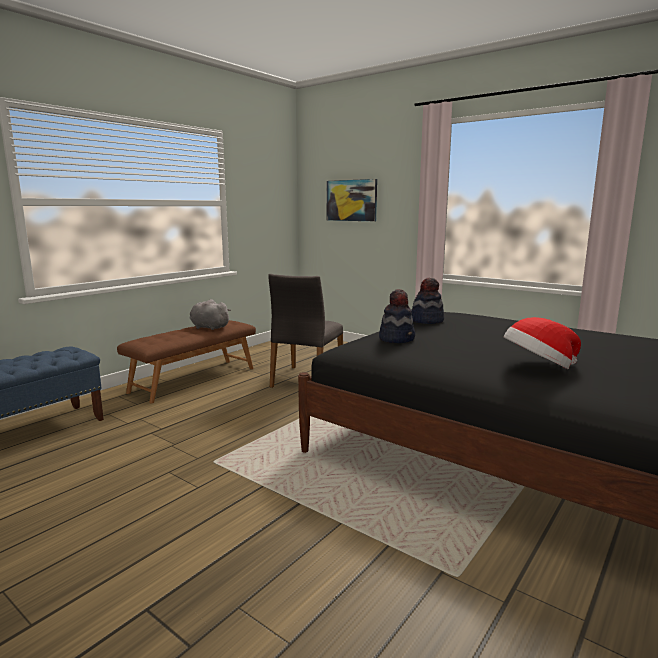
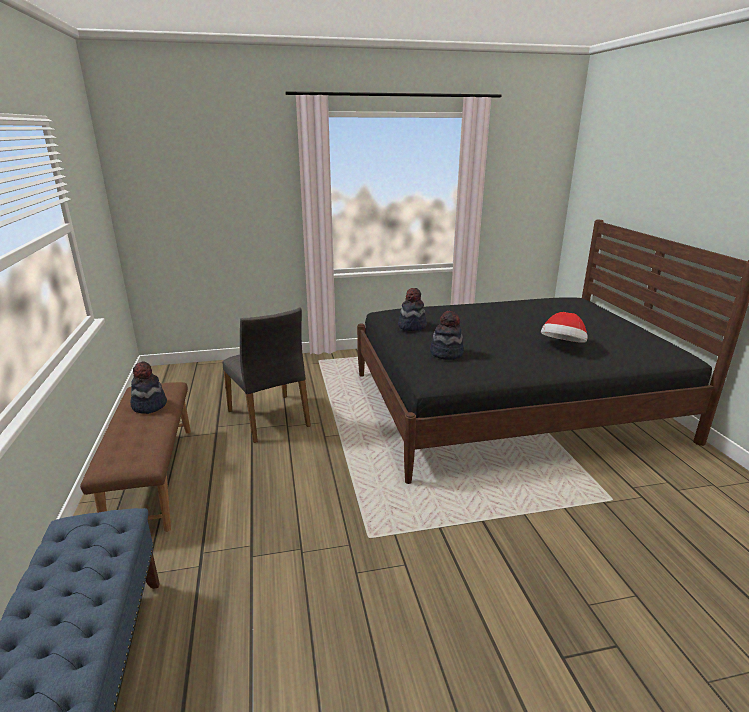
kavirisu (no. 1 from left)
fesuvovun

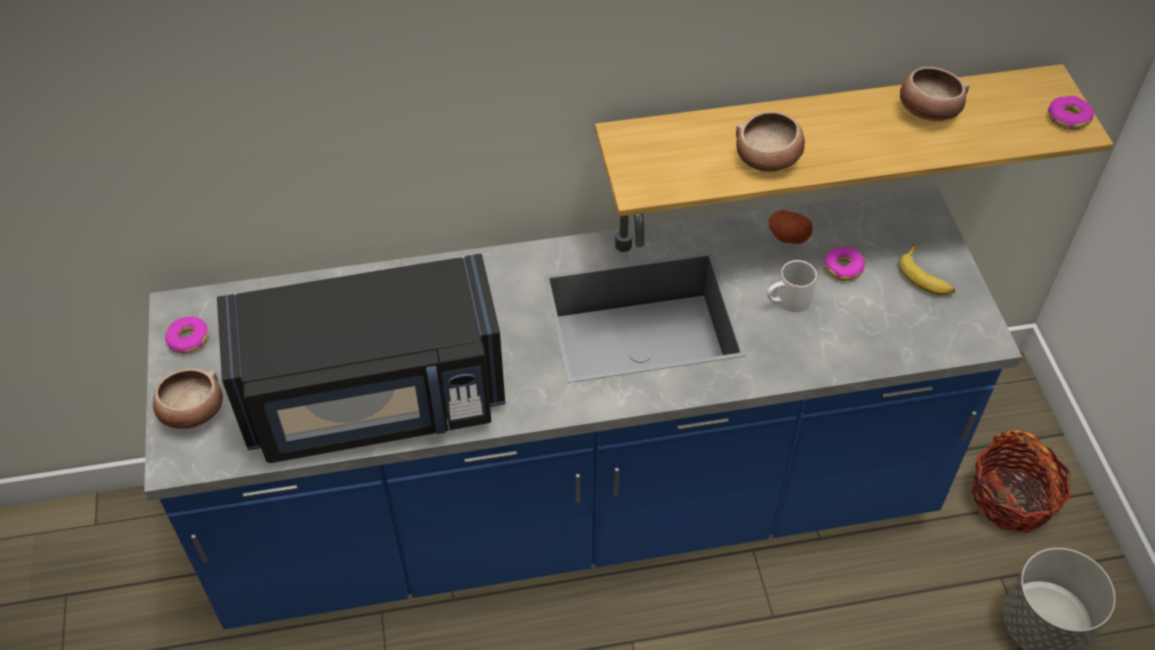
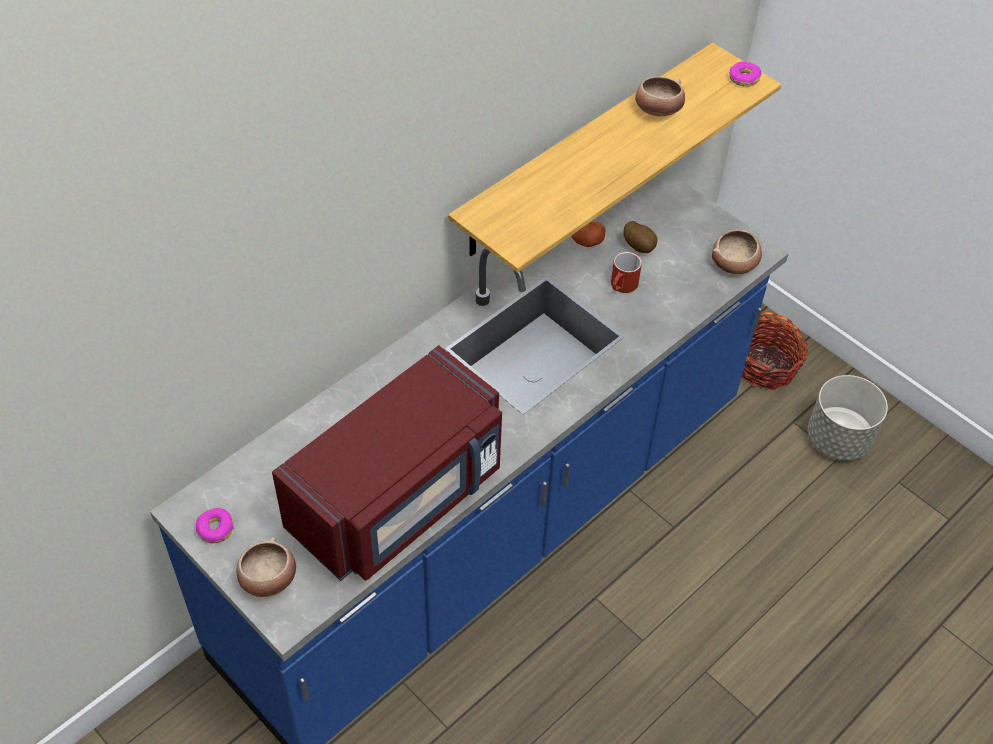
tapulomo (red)
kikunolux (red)
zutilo (no. 2 from left)
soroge (no. 3 from left)
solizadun

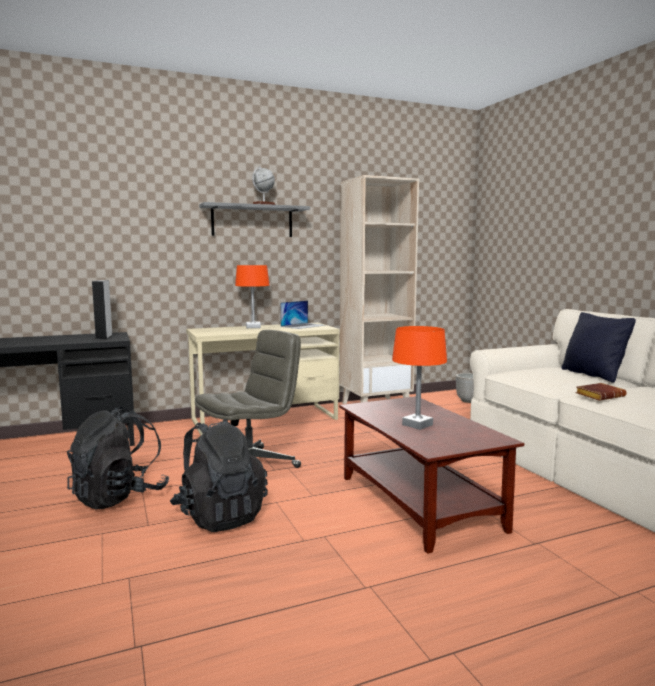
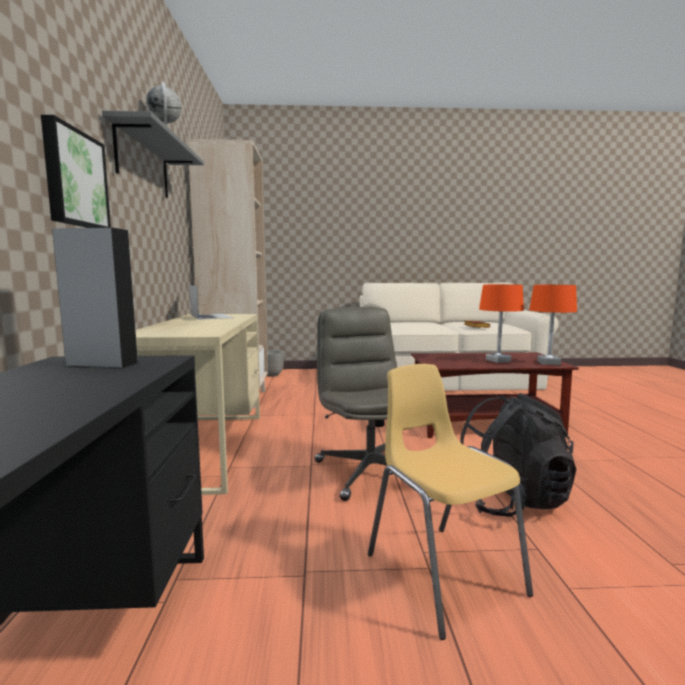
fesuvovun
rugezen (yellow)
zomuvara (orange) (no. 2 from left)
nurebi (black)

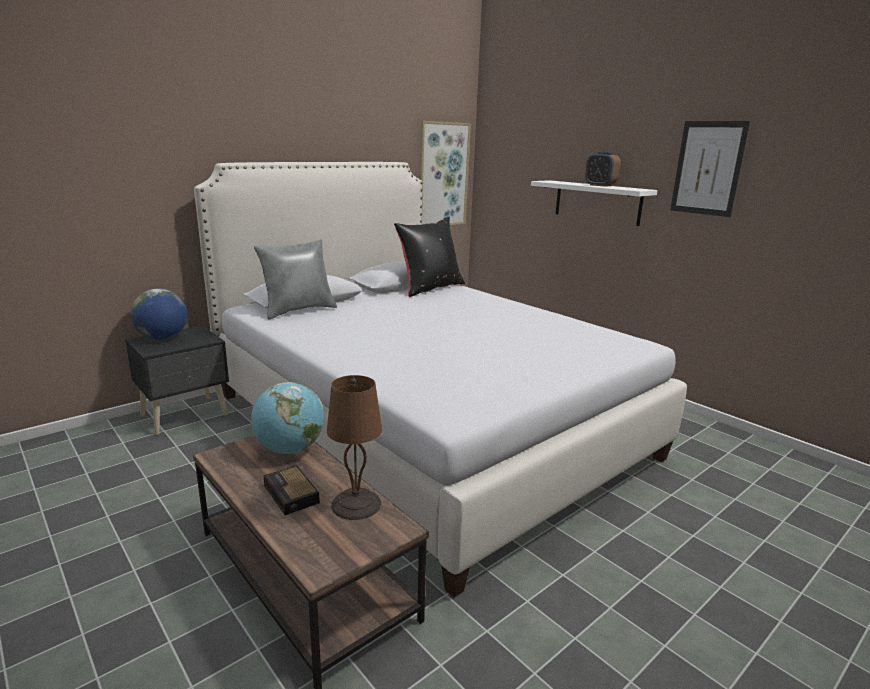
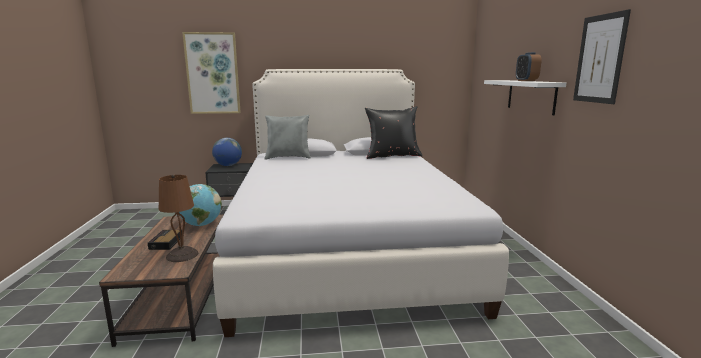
fesuvovun (no. 1 from left)

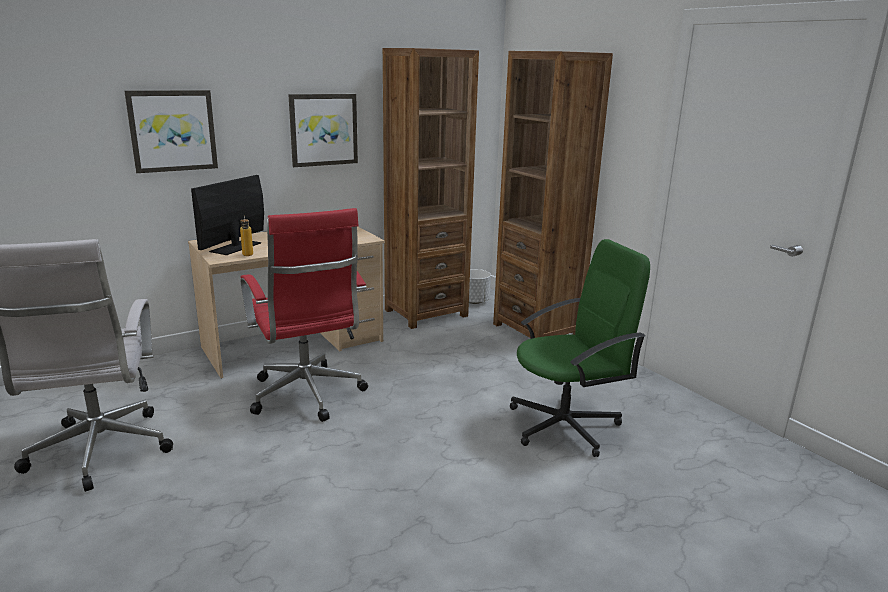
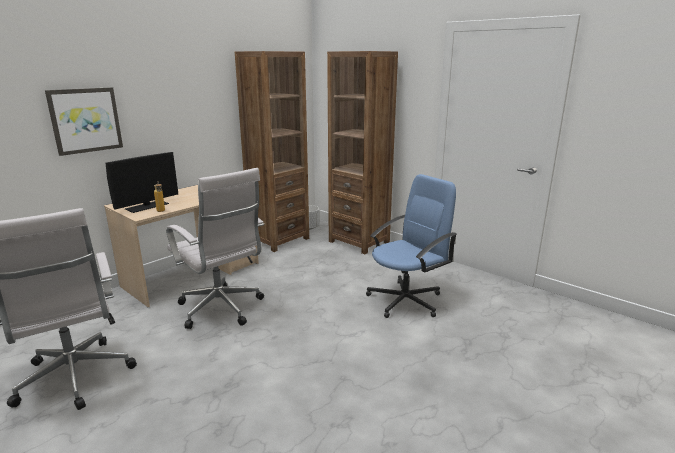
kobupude
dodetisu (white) (no. 2 from left)
dodetisu (blue)
fesuvovun (no. 2 from left in the first image)

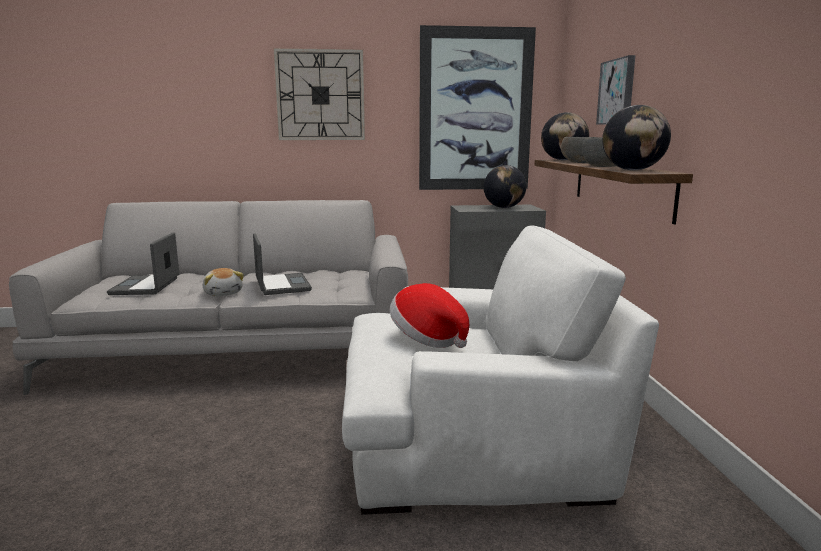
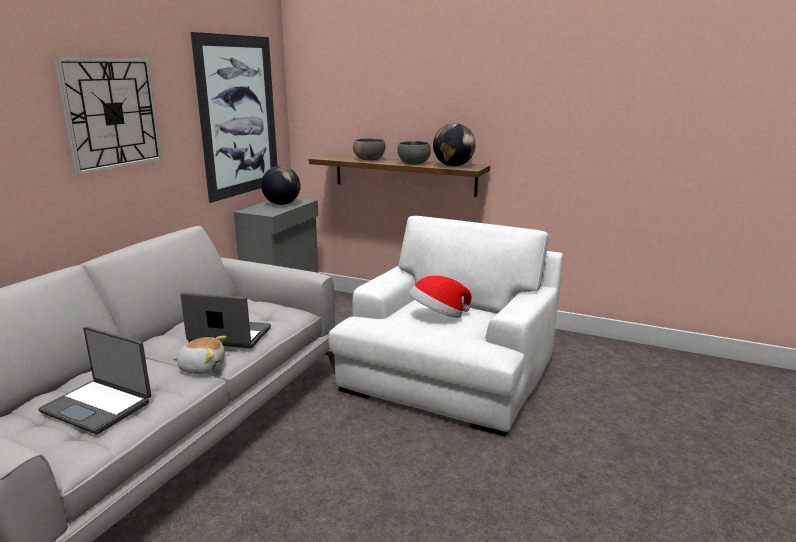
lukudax (no. 2 from left in the first image)
fesuvovun (no. 2 from left in the first image)

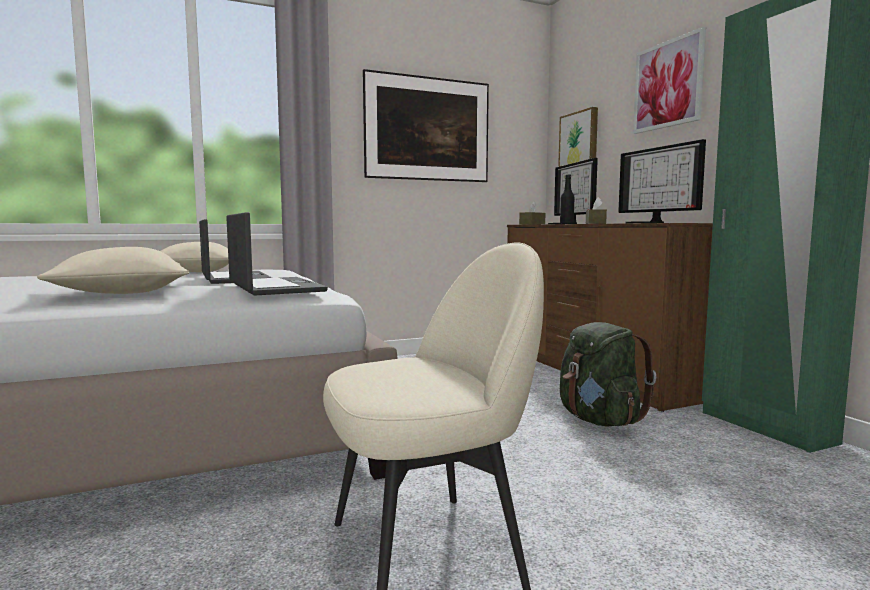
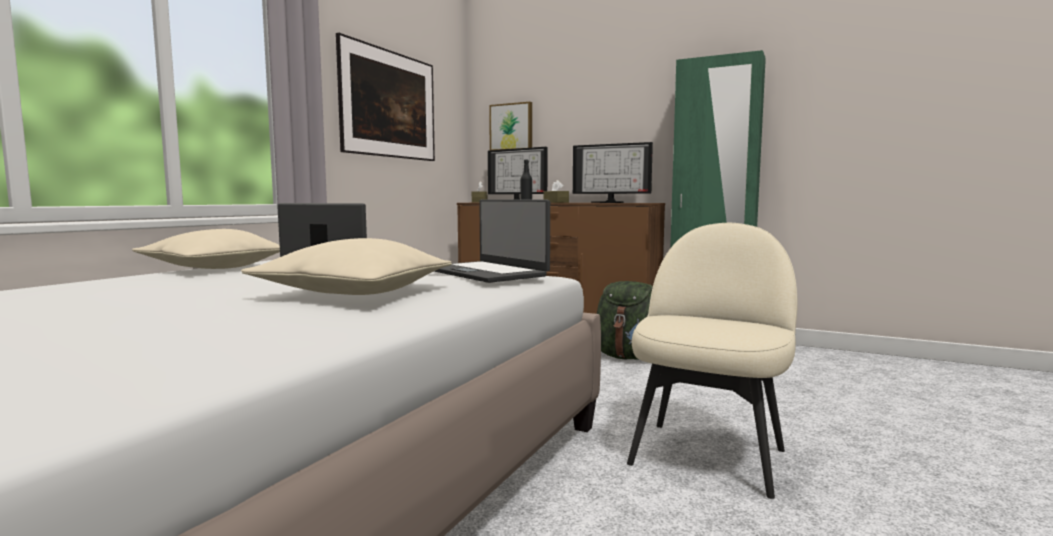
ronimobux (no. 2 from left)
fesuvovun (no. 3 from left in the first image)

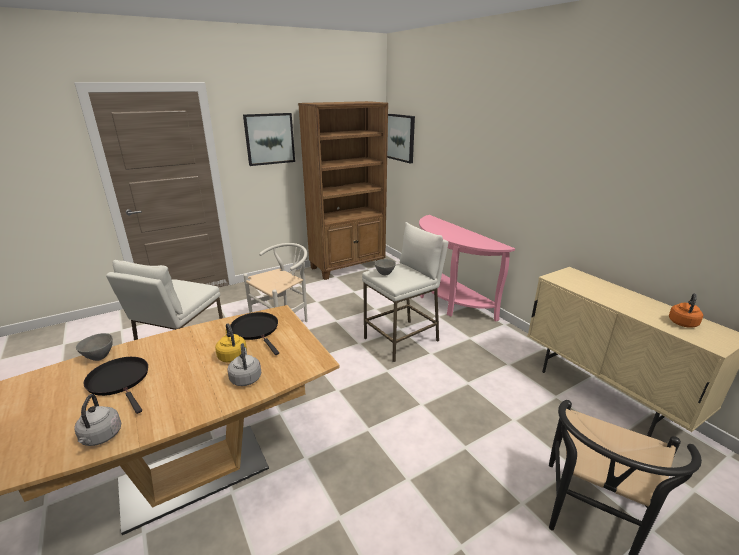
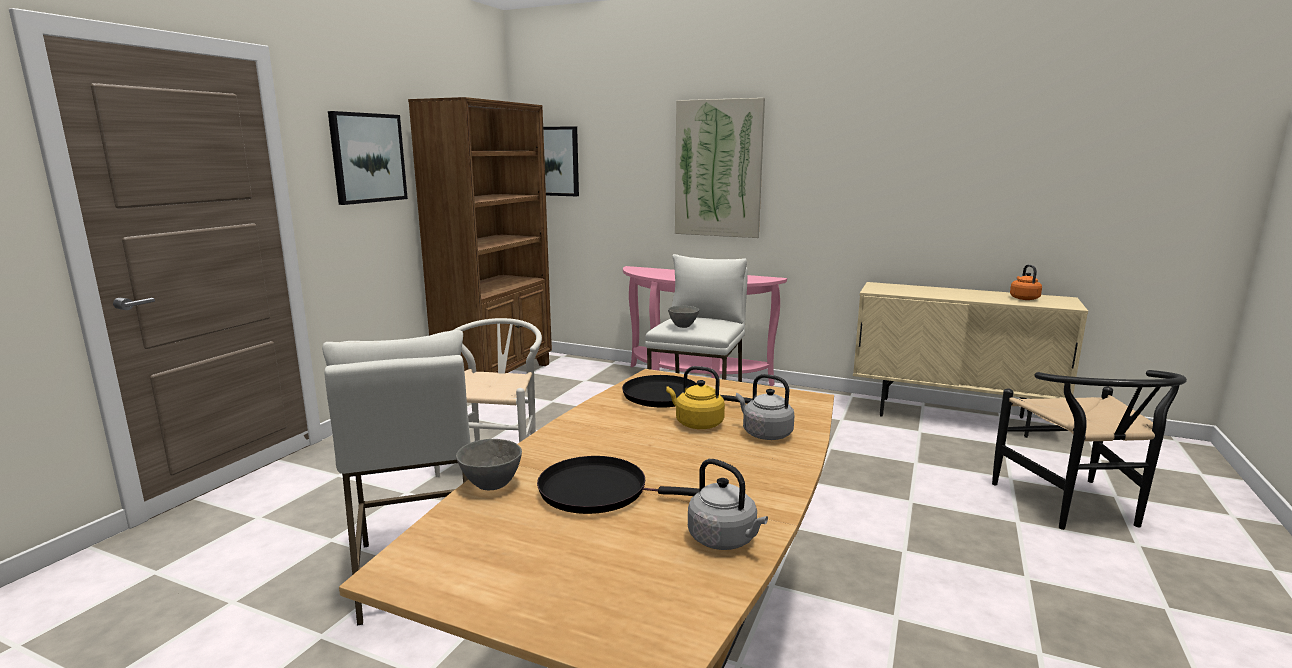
fesuvovun (no. 3 from left)

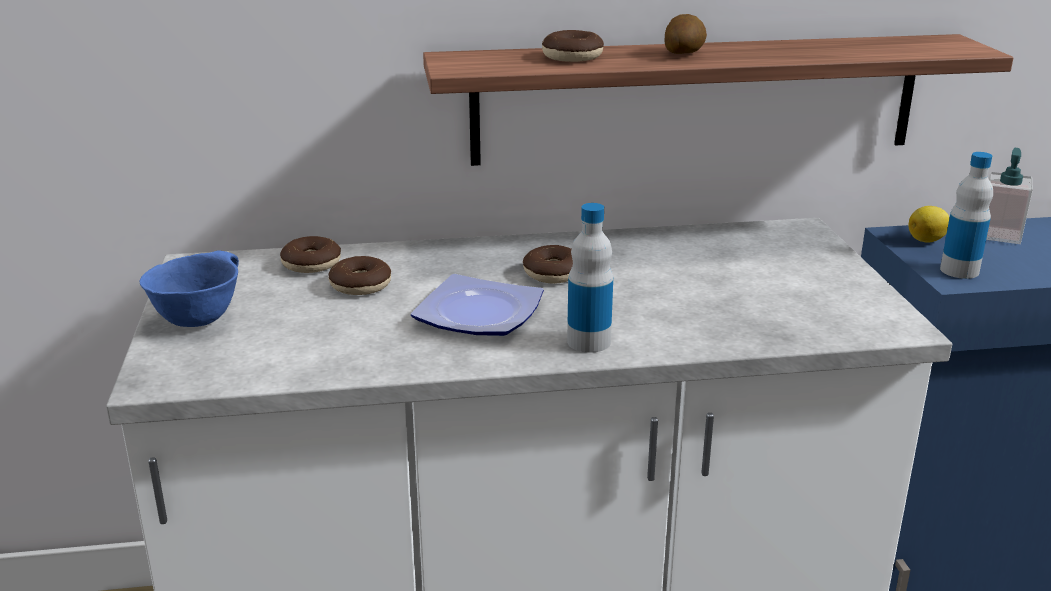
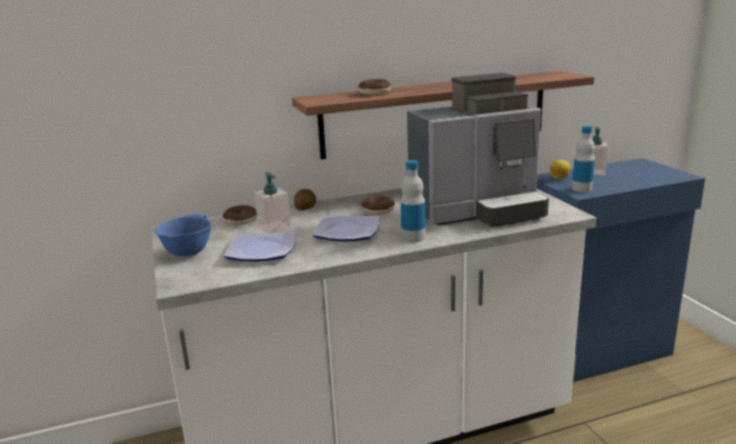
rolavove (no. 1 from left)
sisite (no. 1 from left)
zutilo
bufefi

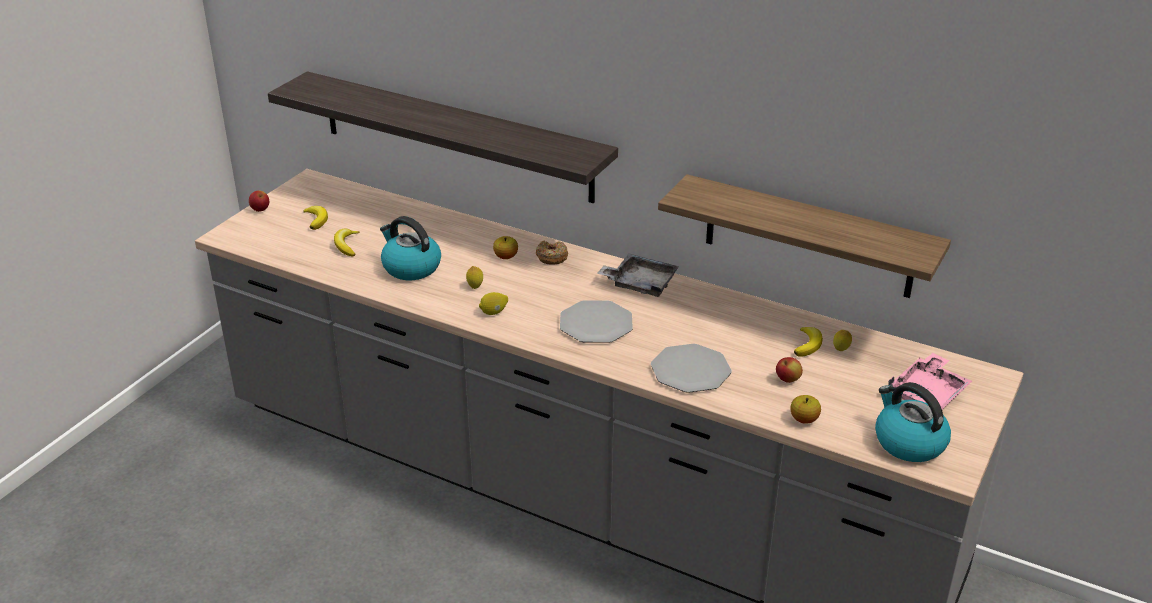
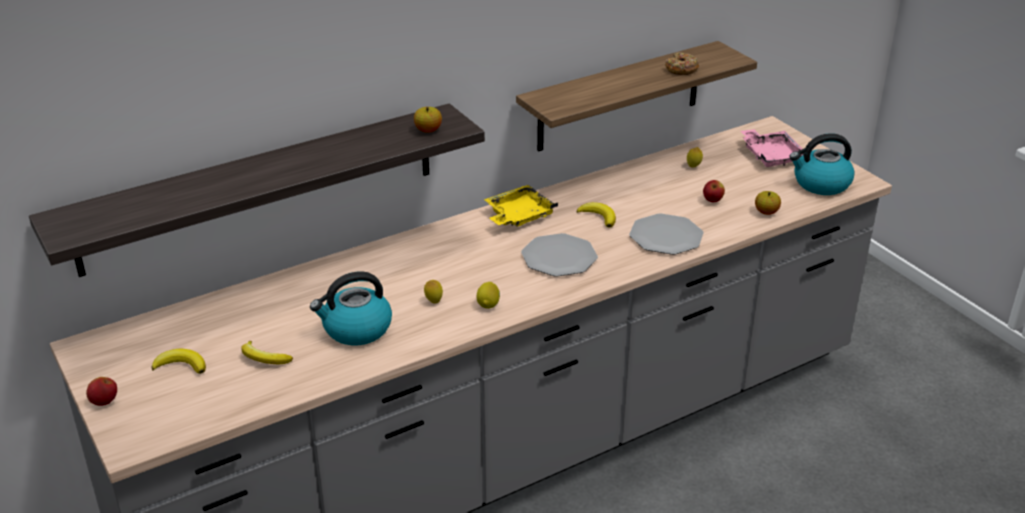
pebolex (no. 2 from left)
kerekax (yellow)
solizadun (no. 3 from left)
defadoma

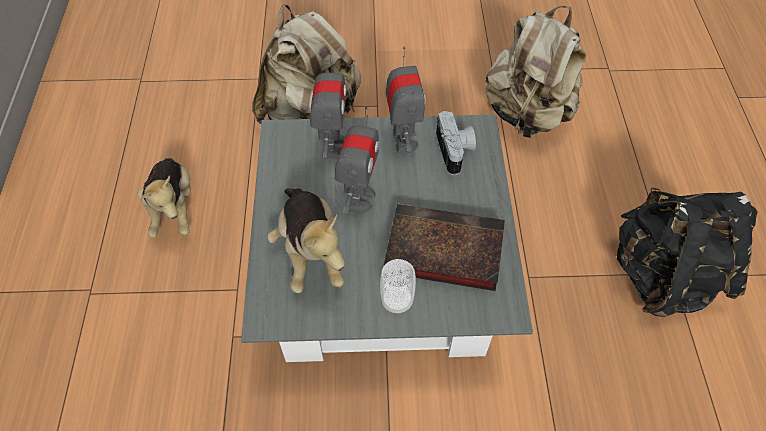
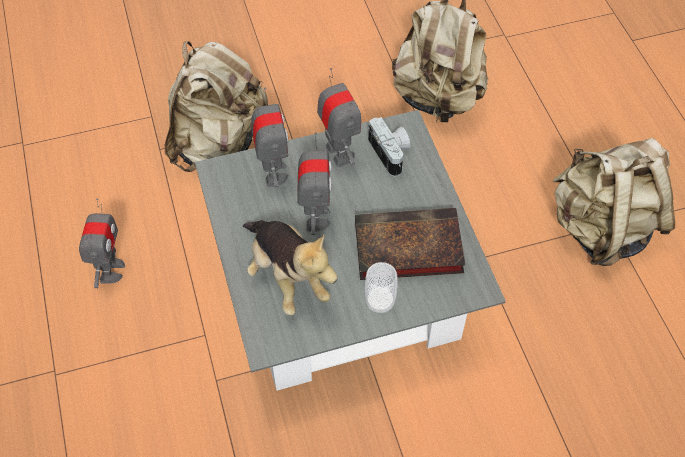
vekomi (no. 1 from left)
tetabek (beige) (no. 3 from left)

